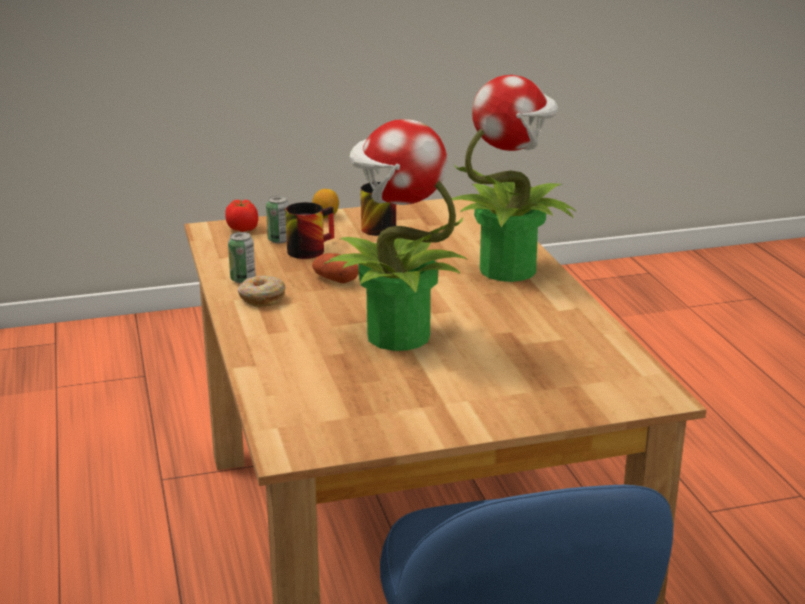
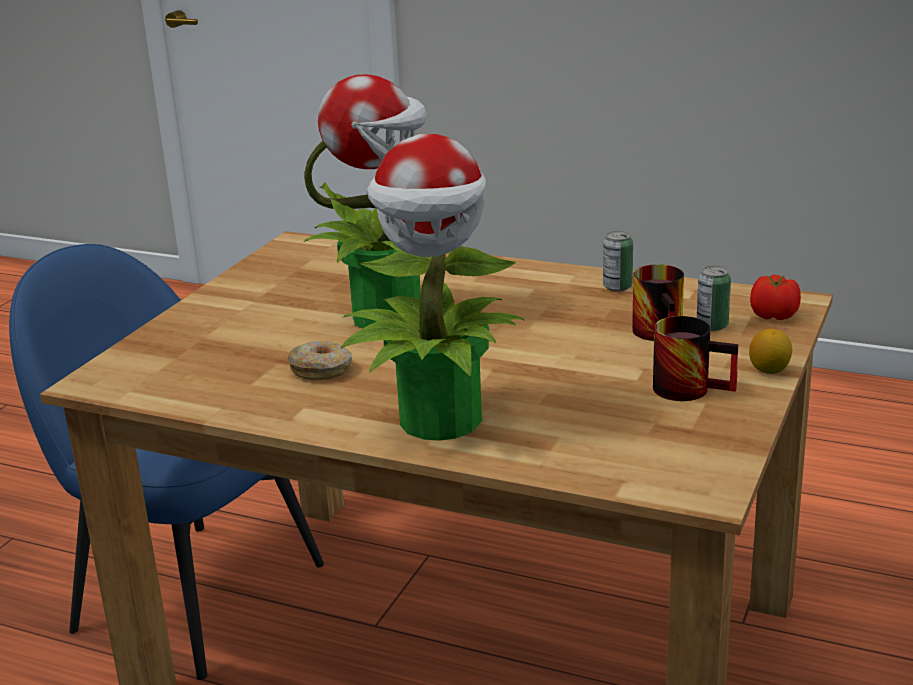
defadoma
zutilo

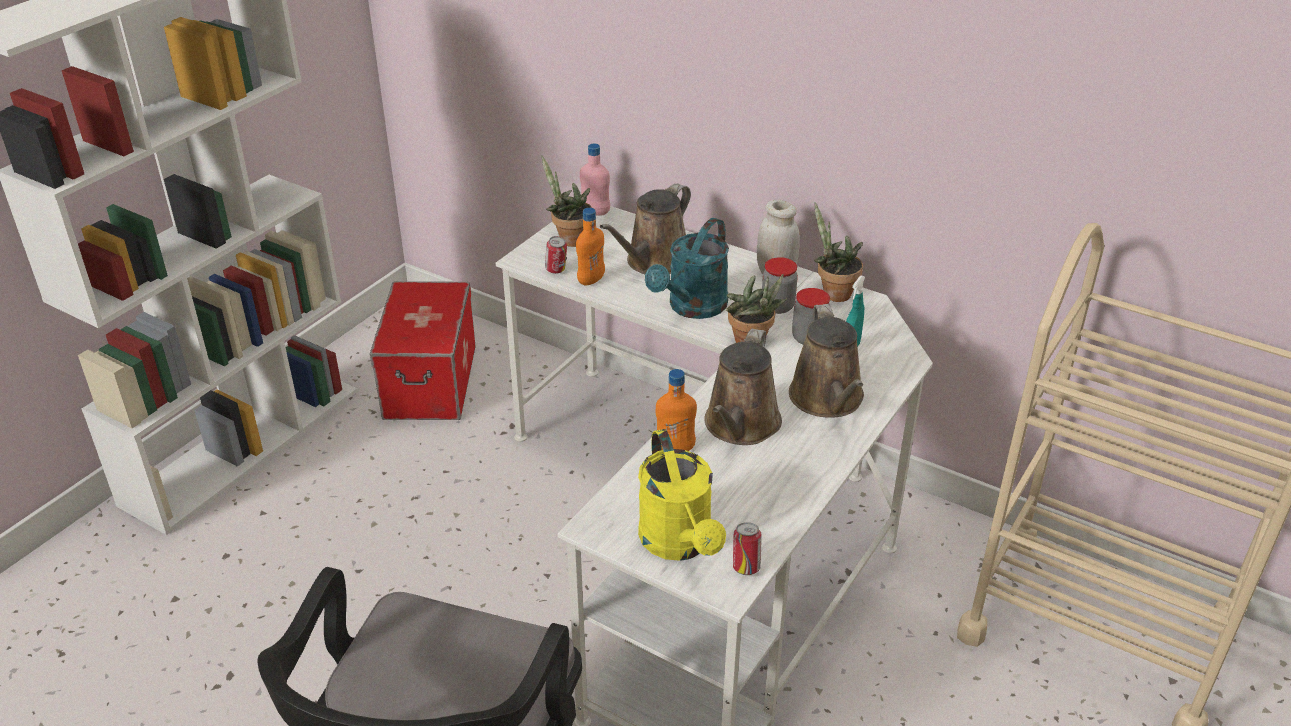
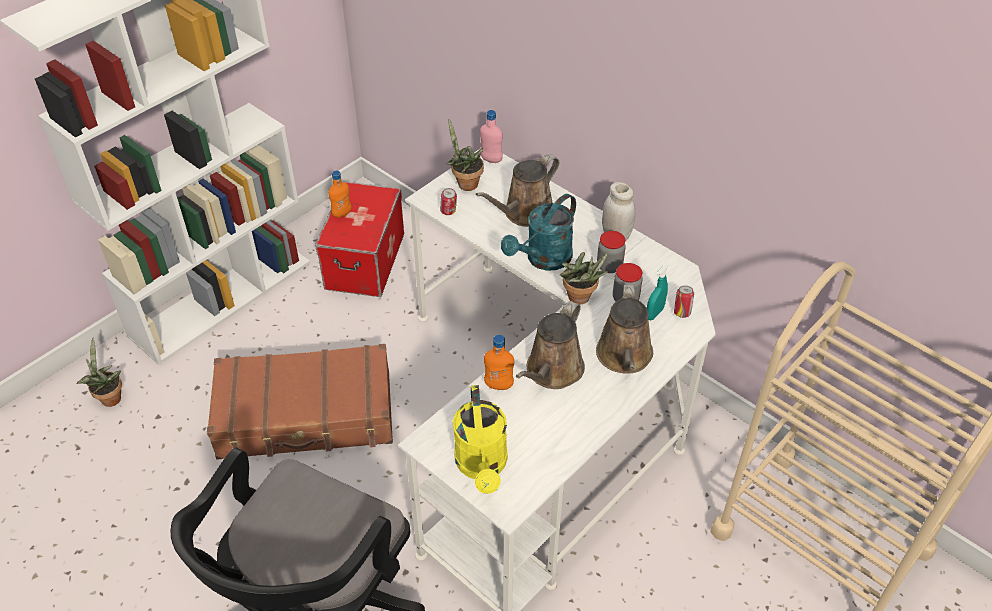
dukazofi (no. 1 from left)
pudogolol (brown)
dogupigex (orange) (no. 1 from left)
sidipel (no. 2 from left)

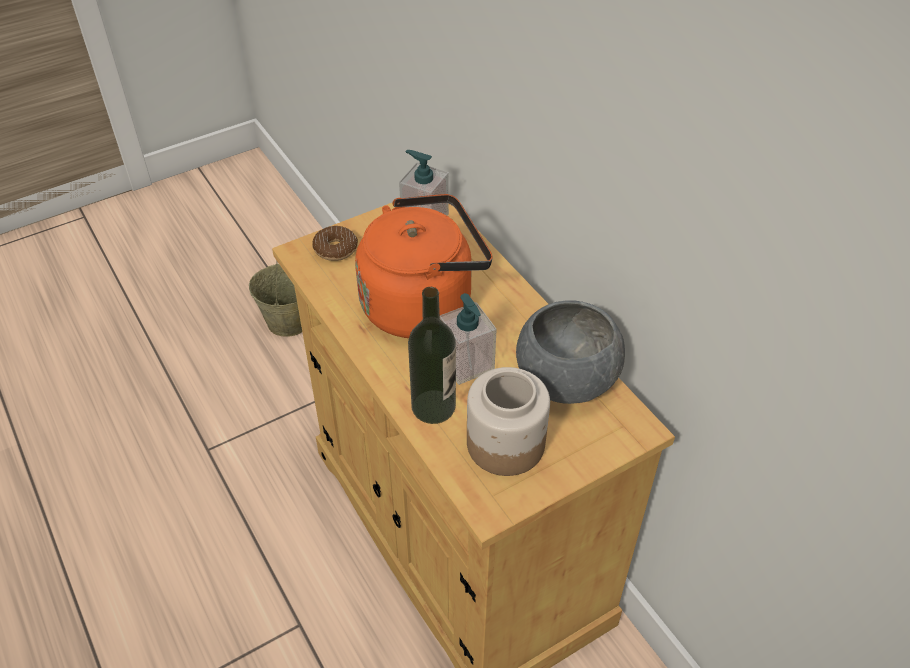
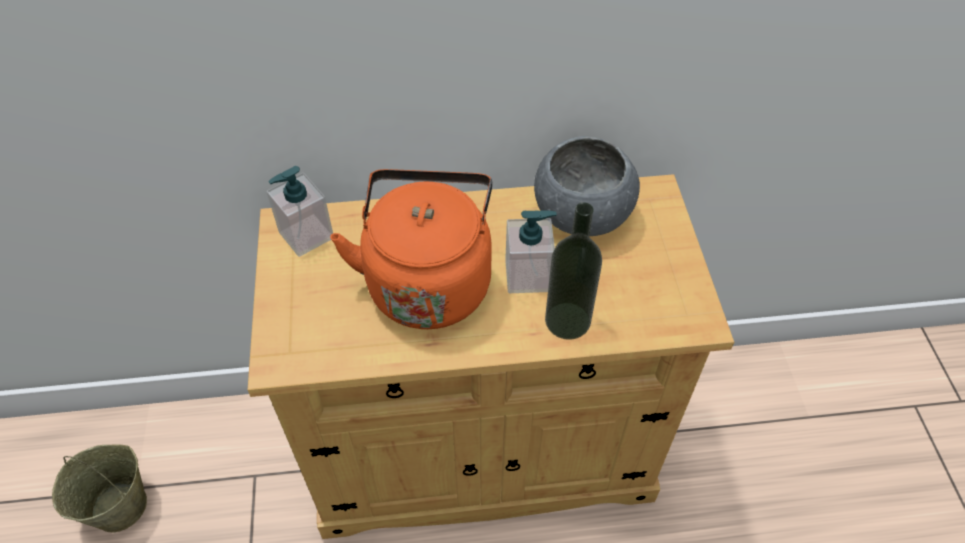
defadoma
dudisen

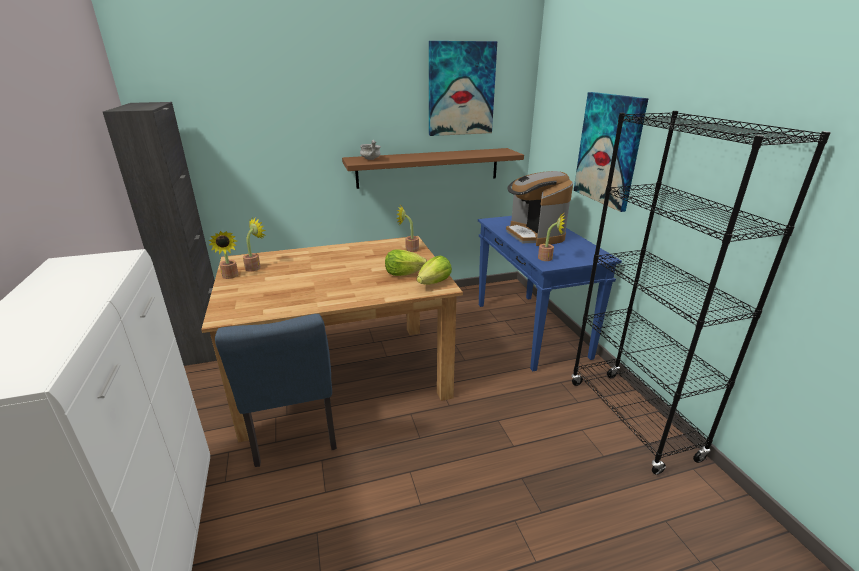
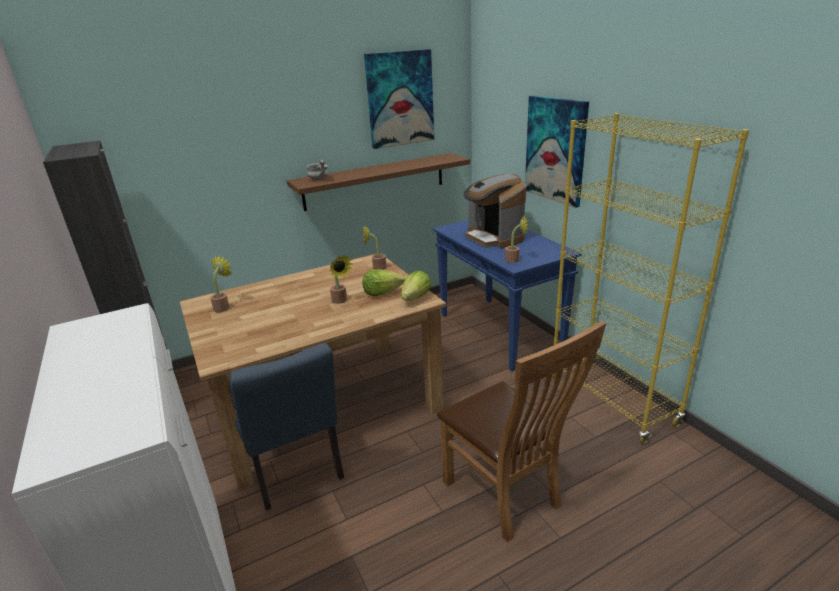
dukazofi (no. 2 from left)
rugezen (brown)
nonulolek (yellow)

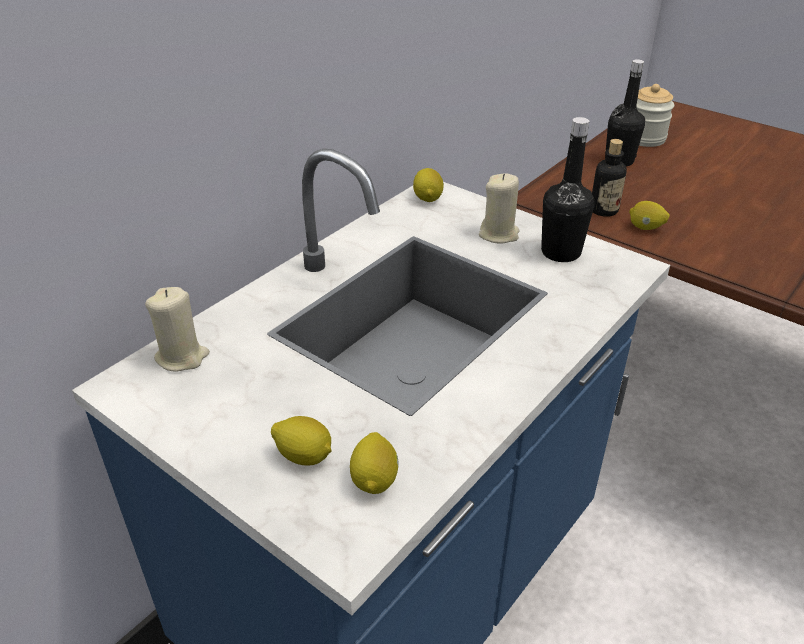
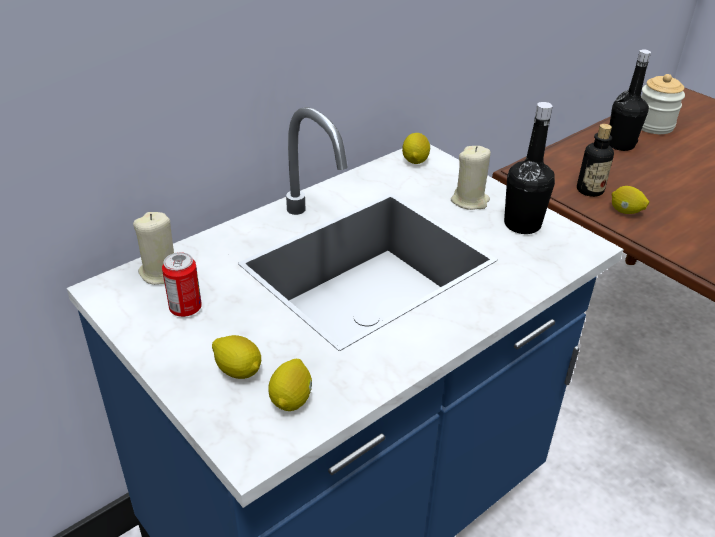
sidipel

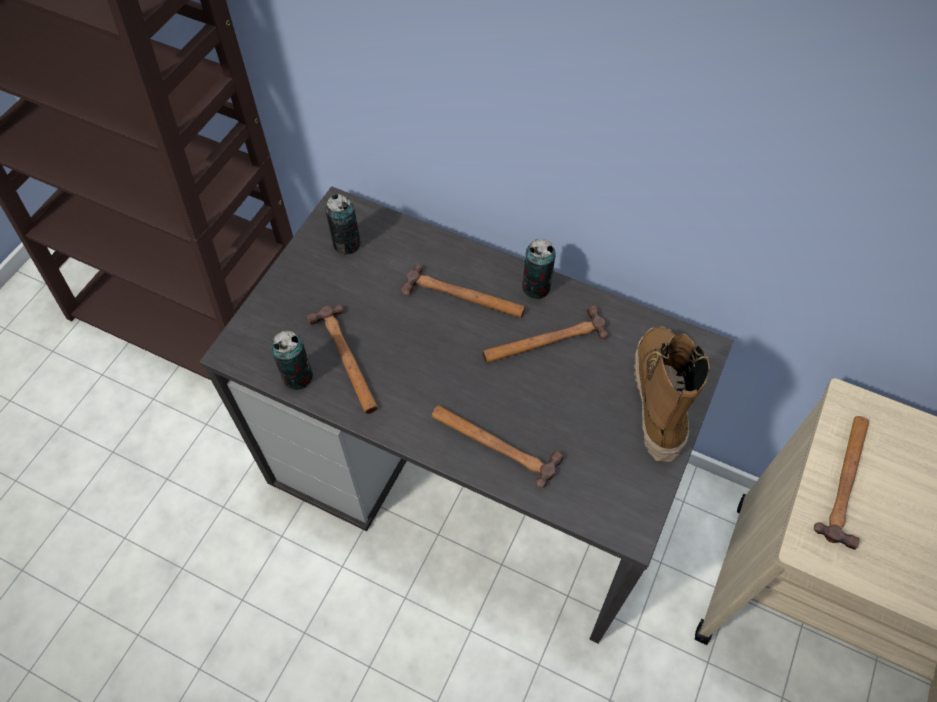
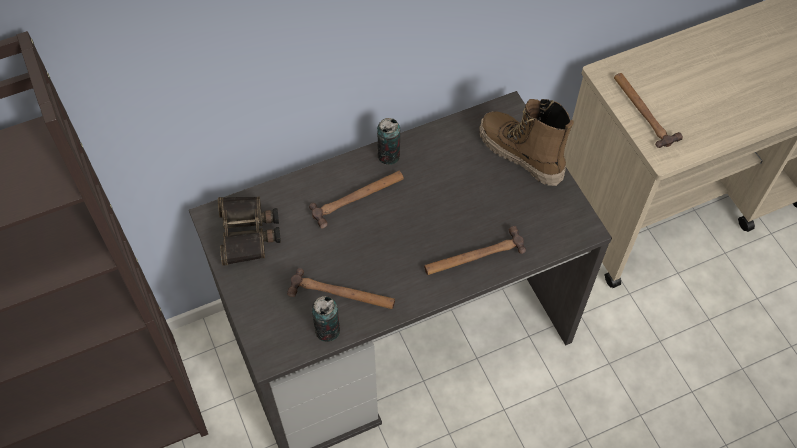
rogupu
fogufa (no. 4 from left in the first image)

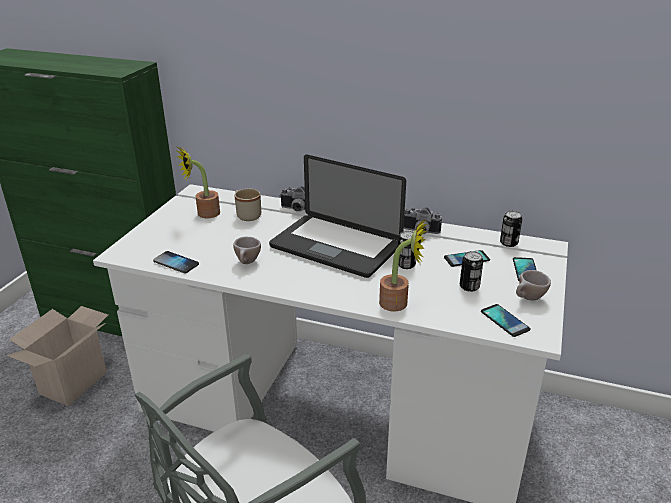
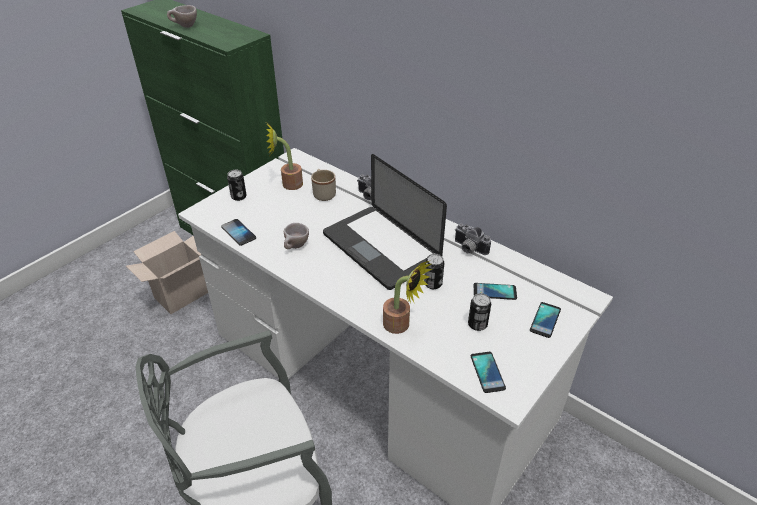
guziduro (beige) (no. 1 from left)
sidipel (no. 1 from left)

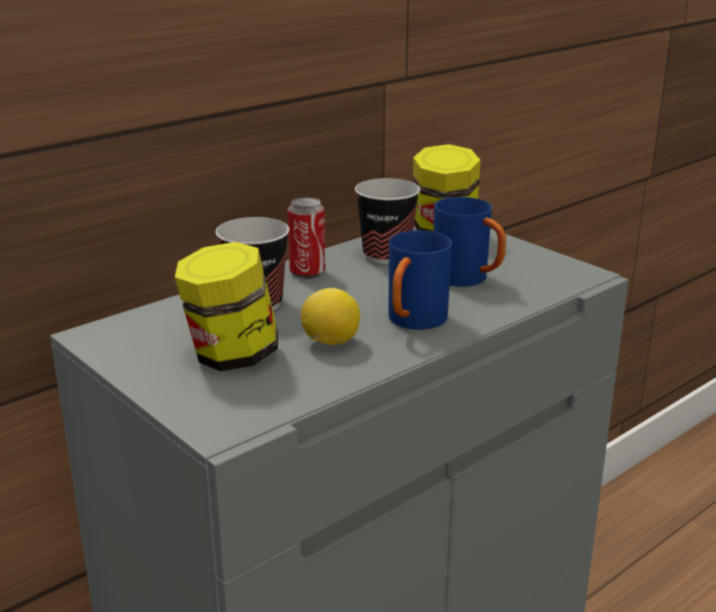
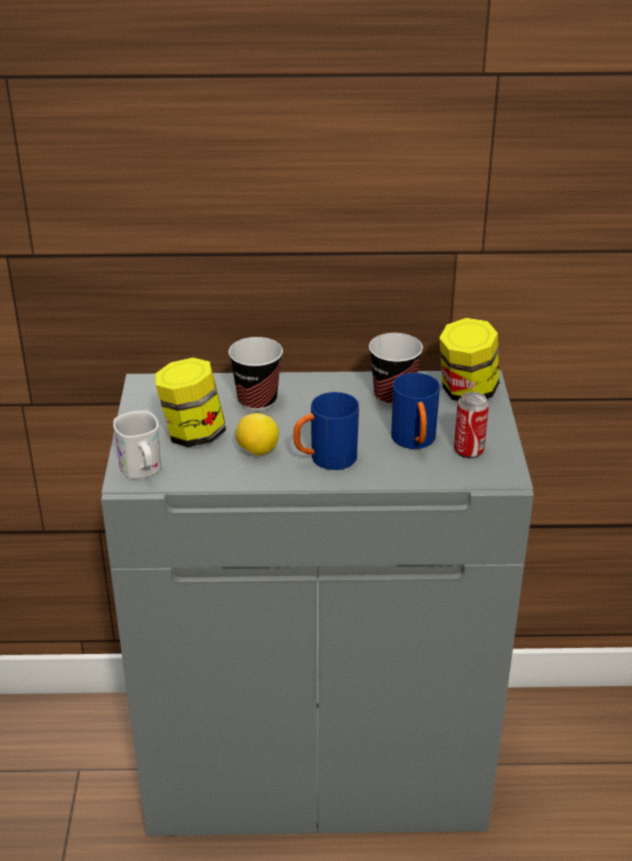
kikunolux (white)
sidipel

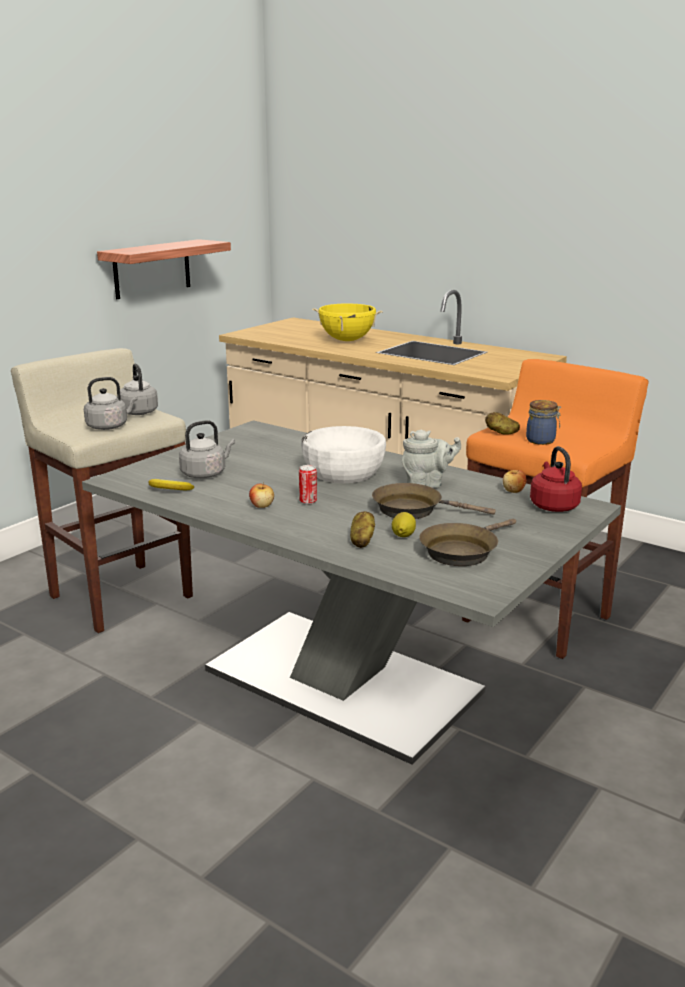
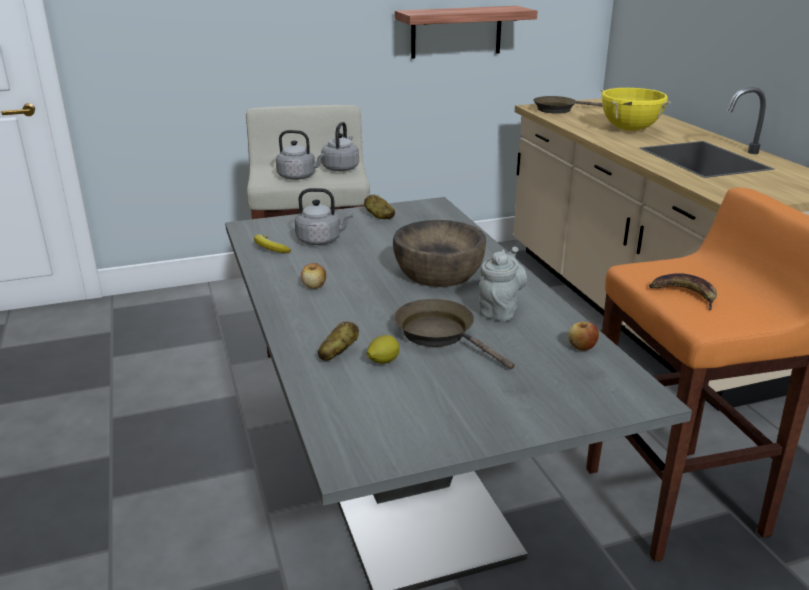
zutilo (no. 2 from left)
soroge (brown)
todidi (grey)
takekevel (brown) (no. 2 from left)
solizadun (no. 2 from left)
sidipel
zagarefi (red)

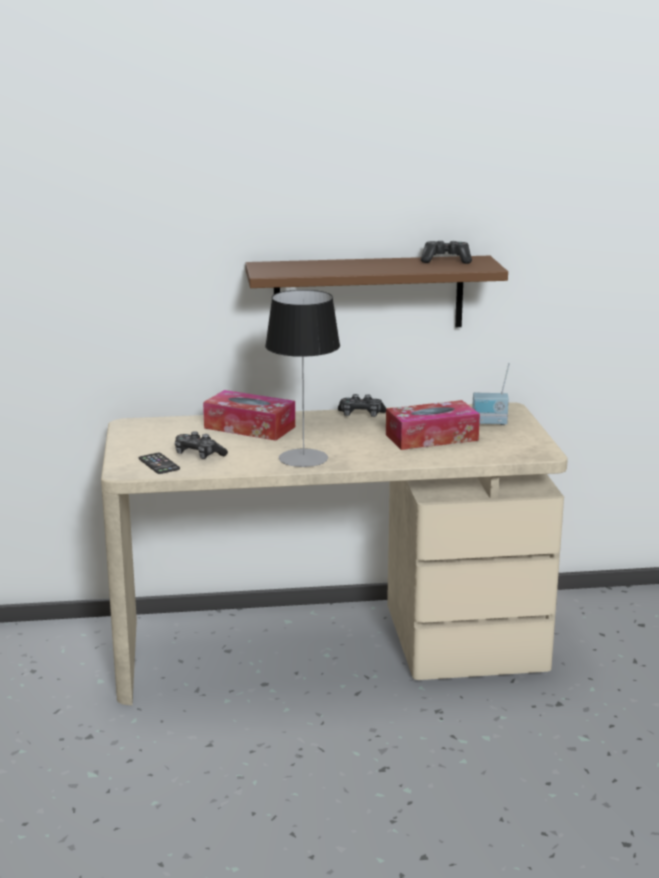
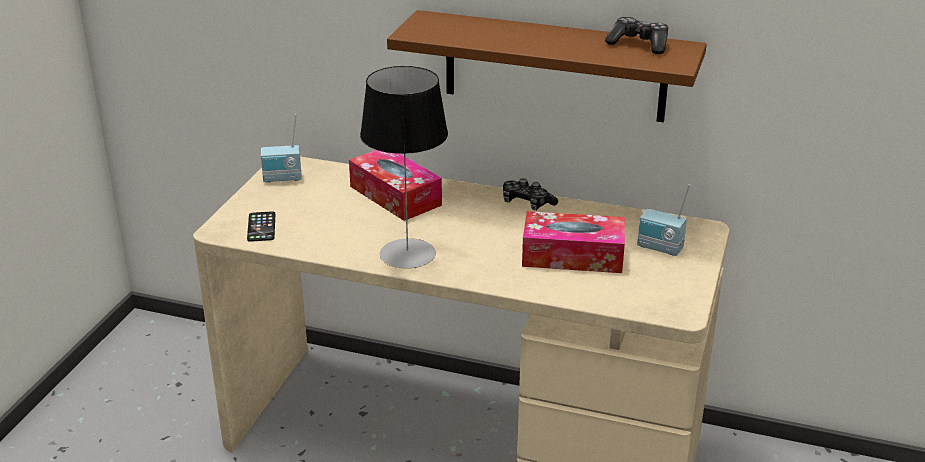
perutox (no. 1 from left)
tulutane (no. 1 from left in the first image)

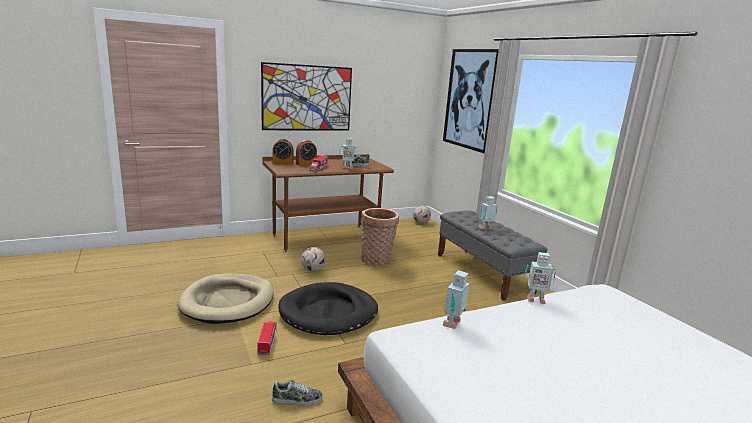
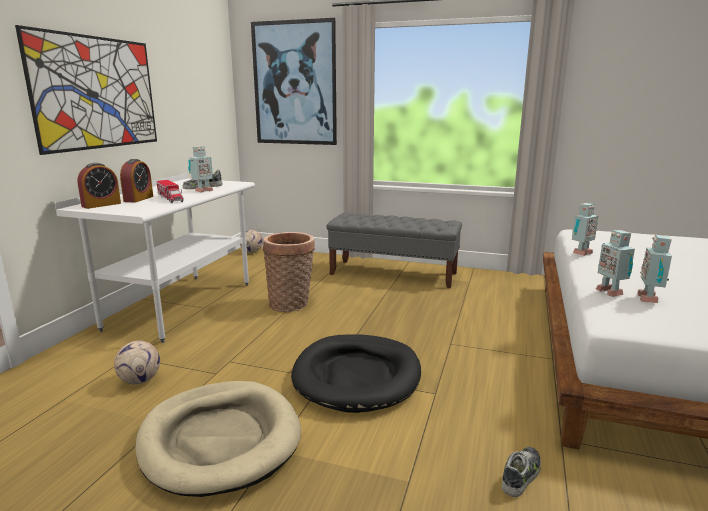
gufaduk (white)
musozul (no. 1 from left)
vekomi (no. 4 from left)
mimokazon (no. 1 from left in the first image)

